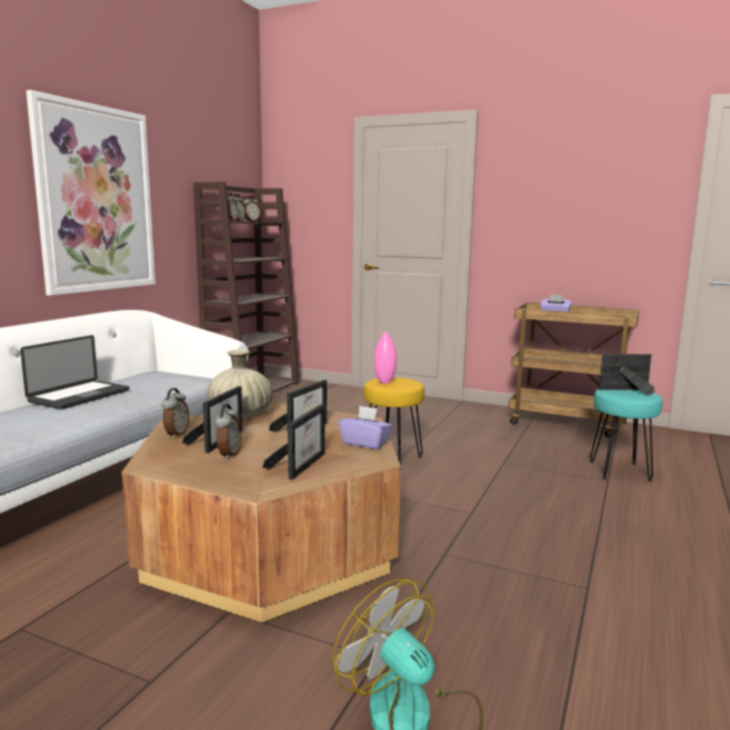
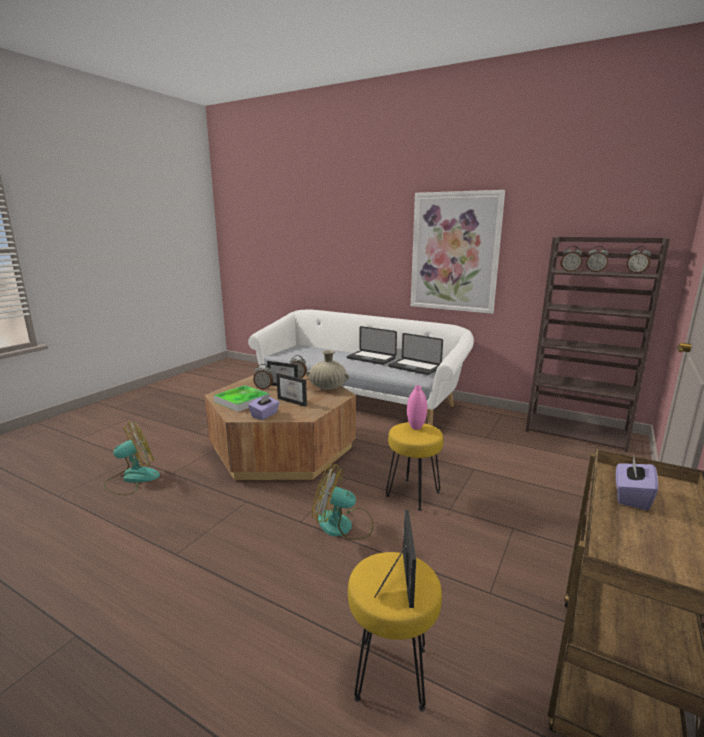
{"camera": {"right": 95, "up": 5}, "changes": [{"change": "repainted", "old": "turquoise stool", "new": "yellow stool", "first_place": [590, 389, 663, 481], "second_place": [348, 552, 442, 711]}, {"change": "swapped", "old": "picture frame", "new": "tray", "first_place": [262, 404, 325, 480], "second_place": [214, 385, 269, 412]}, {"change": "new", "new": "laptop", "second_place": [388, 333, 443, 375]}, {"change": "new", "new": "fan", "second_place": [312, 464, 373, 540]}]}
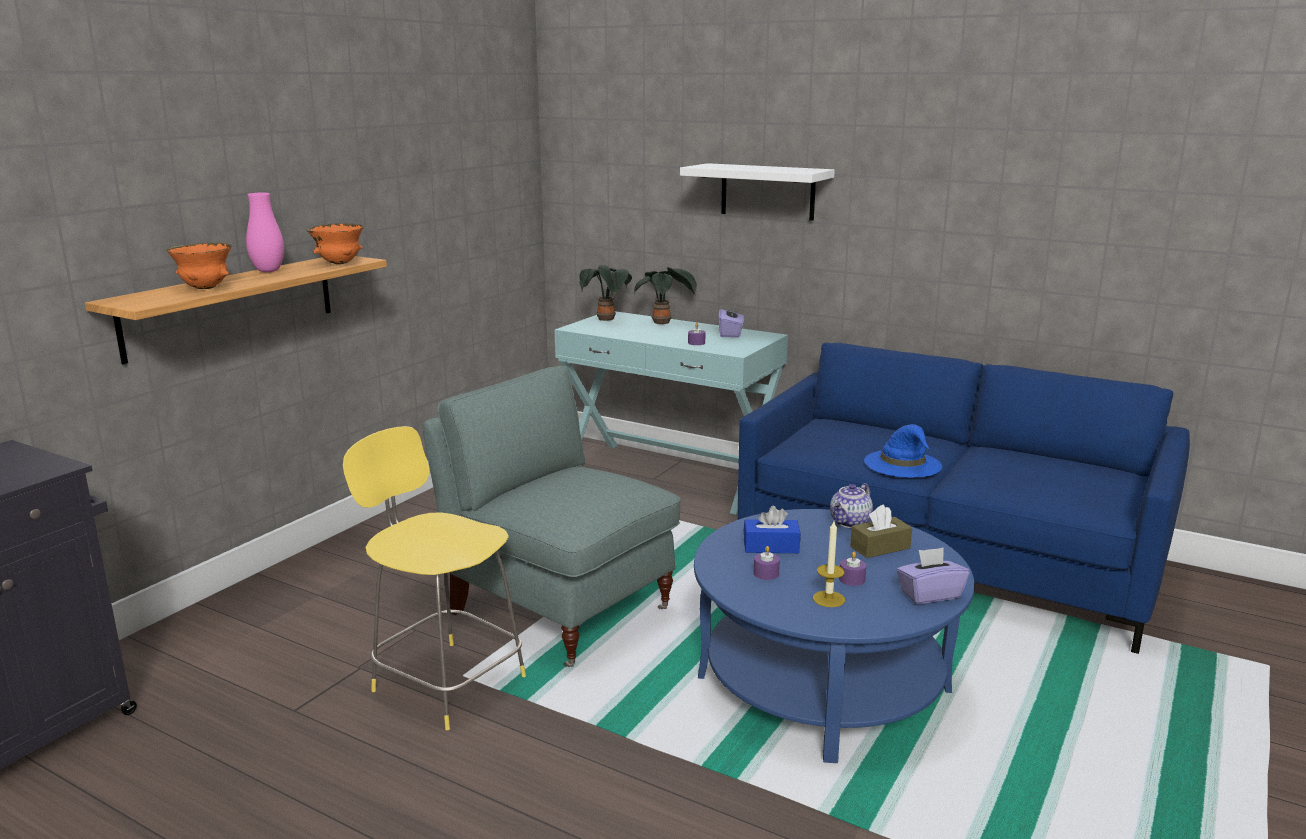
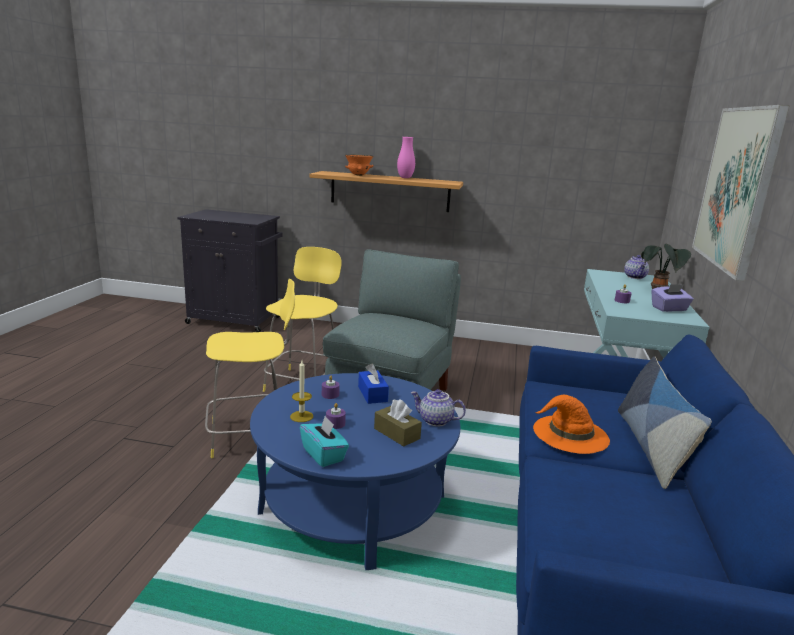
{"camera": {"right": 70, "up": 0}, "changes": [{"change": "swapped", "old": "white shelf", "new": "picture", "first_place": [680, 163, 835, 221], "second_place": [692, 105, 790, 281]}, {"change": "gone", "old": "orange bowl", "first_place": [307, 223, 364, 264]}, {"change": "swapped", "old": "potted plant", "new": "teapot", "first_place": [579, 265, 632, 321], "second_place": [624, 255, 649, 279]}, {"change": "repainted", "old": "blue hat", "new": "orange hat", "first_place": [864, 424, 942, 478], "second_place": [533, 395, 610, 454]}, {"change": "repainted", "old": "purple tissue box", "new": "turquoise tissue box", "first_place": [896, 547, 970, 604], "second_place": [300, 416, 349, 467]}, {"change": "new", "new": "yellow stool", "second_place": [205, 279, 295, 458]}, {"change": "new", "new": "pillow", "second_place": [618, 356, 711, 489]}]}
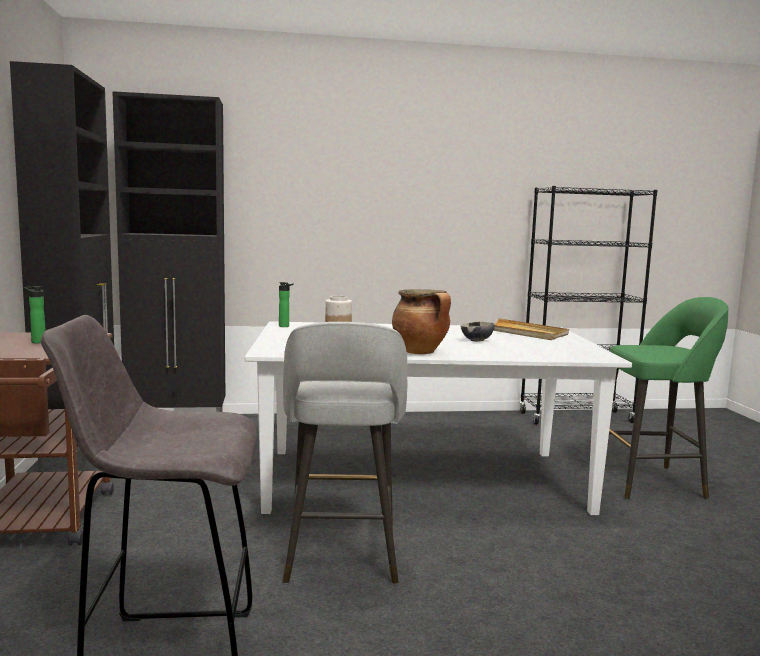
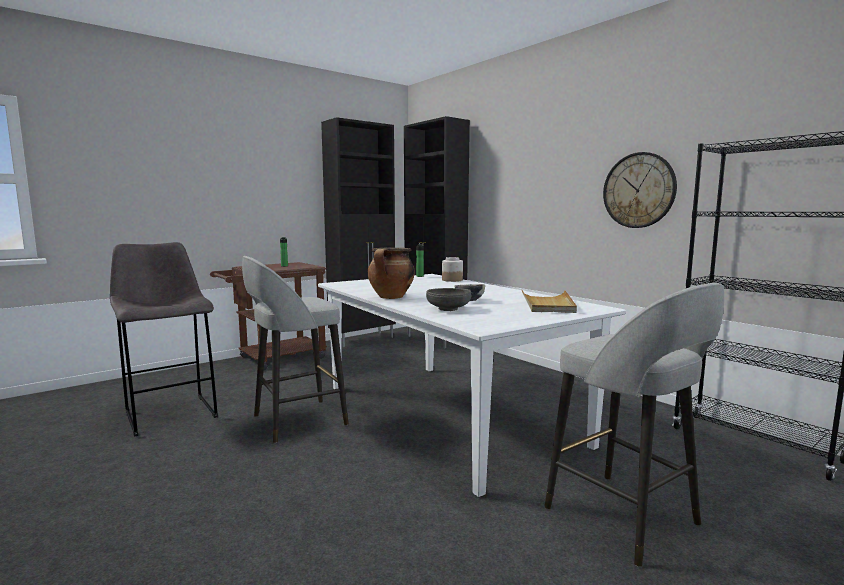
{"camera": {"right": 60, "up": 0}, "changes": [{"change": "repainted", "old": "green stool", "new": "grey stool", "first_place": [609, 297, 728, 499], "second_place": [544, 283, 724, 567]}, {"change": "new", "new": "wall clock", "second_place": [603, 152, 677, 228]}, {"change": "new", "new": "grey bowl", "second_place": [426, 288, 471, 311]}]}
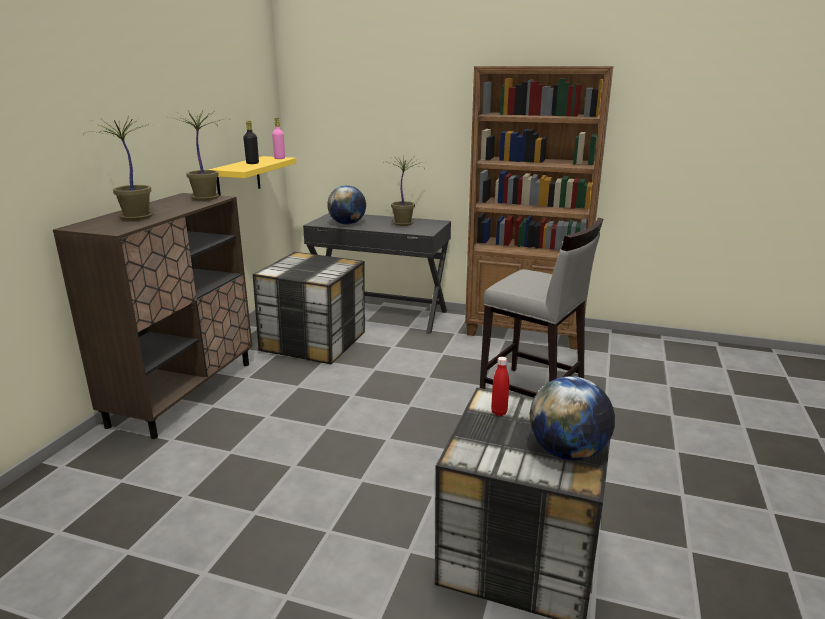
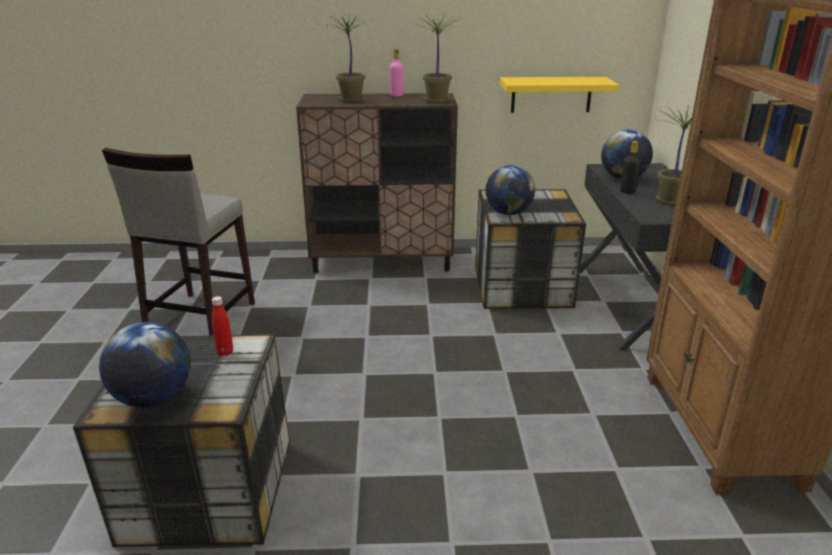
{"camera": {"right": 70, "up": 5}, "changes": [{"change": "shifted", "old": "pink bottle", "first_place": [272, 118, 285, 159], "second_place": [389, 49, 404, 97]}, {"change": "shifted", "old": "black bottle", "first_place": [243, 121, 259, 164], "second_place": [620, 141, 641, 194]}, {"change": "shifted", "old": "grey stool", "first_place": [480, 217, 603, 398], "second_place": [102, 148, 255, 335]}, {"change": "new", "new": "globe", "second_place": [485, 165, 535, 215]}]}
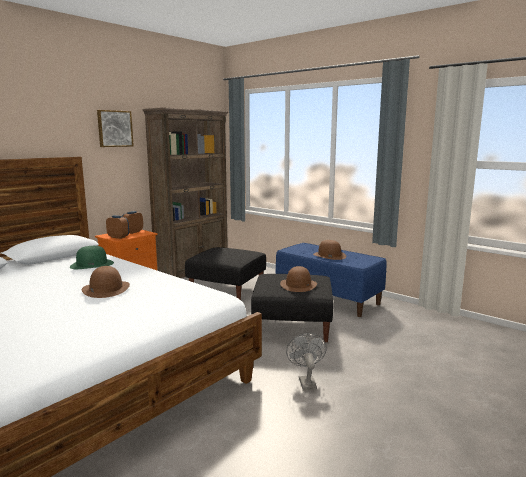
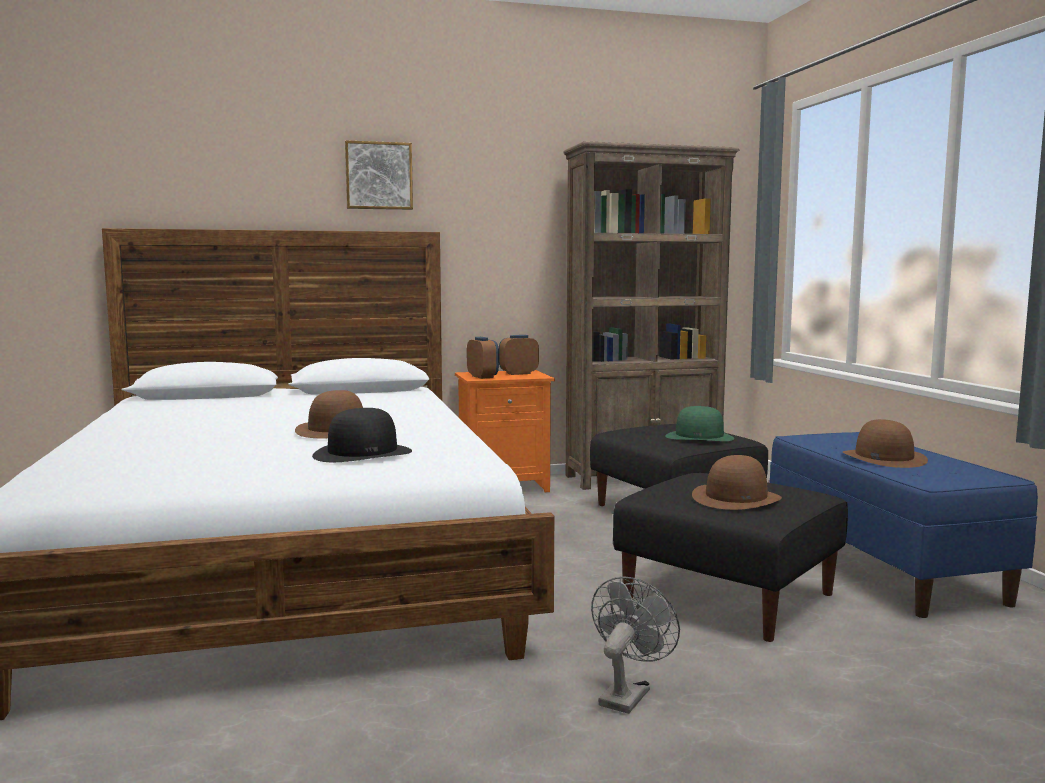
{"camera": {"right": 35, "up": -5}, "changes": [{"change": "shifted", "old": "picture", "first_place": [97, 110, 134, 147], "second_place": [345, 140, 413, 210]}, {"change": "shifted", "old": "green hat", "first_place": [70, 246, 114, 269], "second_place": [665, 406, 734, 441]}, {"change": "new", "new": "black hat", "second_place": [312, 408, 412, 462]}]}
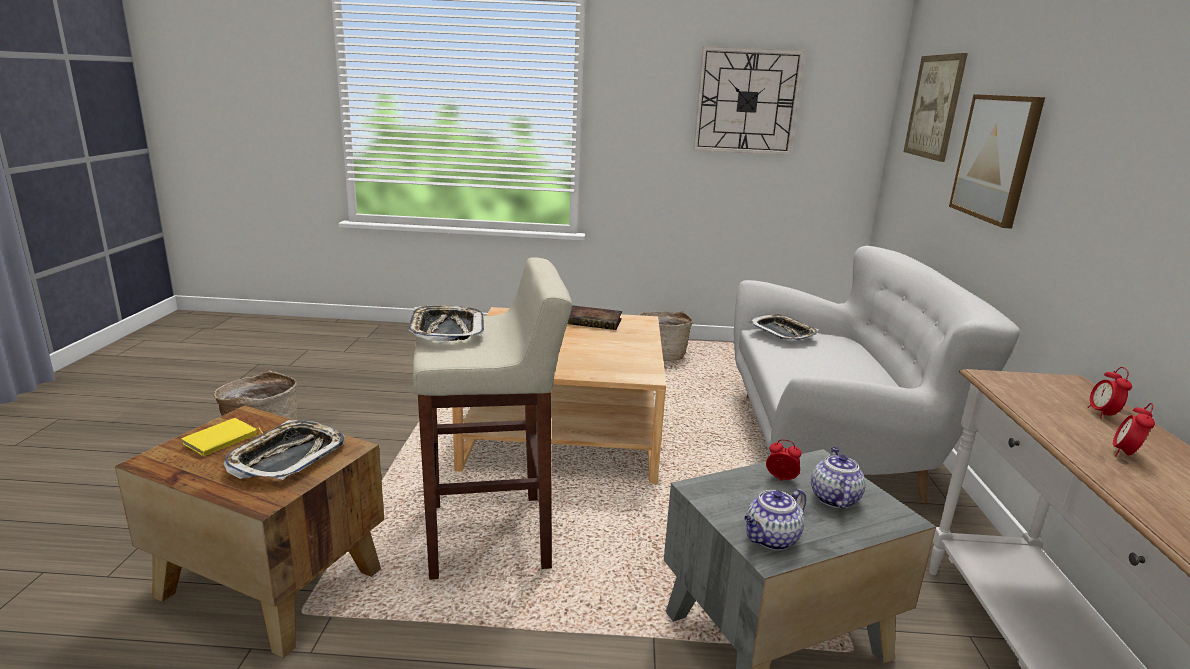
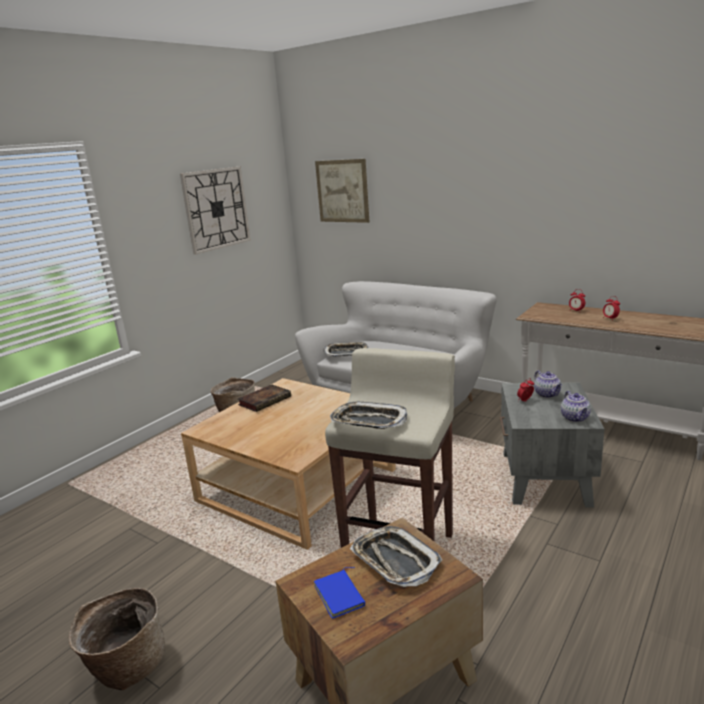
{"camera": {"right": -55, "up": 0}, "changes": [{"change": "gone", "old": "picture", "first_place": [949, 94, 1045, 229]}, {"change": "repainted", "old": "yellow book", "new": "blue book", "first_place": [182, 418, 264, 456], "second_place": [314, 567, 365, 619]}, {"change": "rotated", "old": "teapot", "first_place": [811, 447, 866, 509], "second_place": [534, 370, 562, 398], "degrees": -150}]}
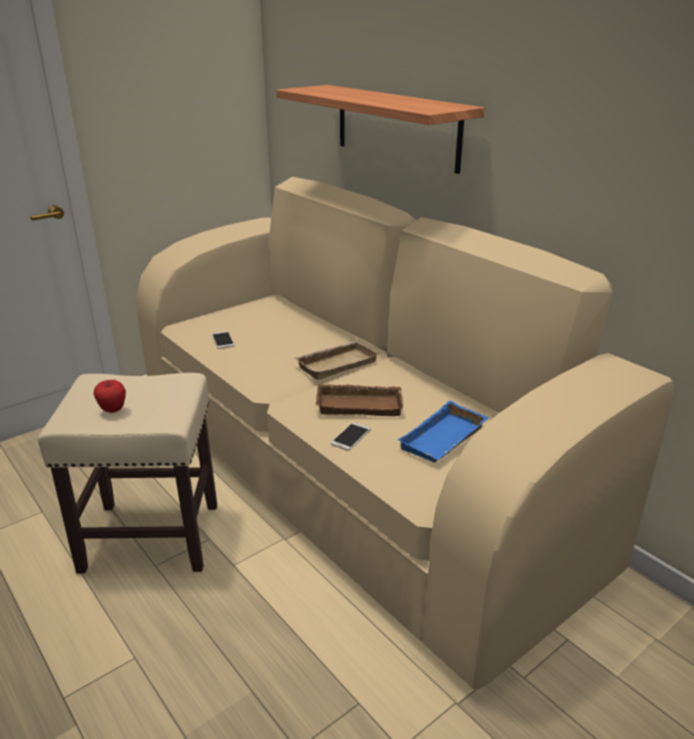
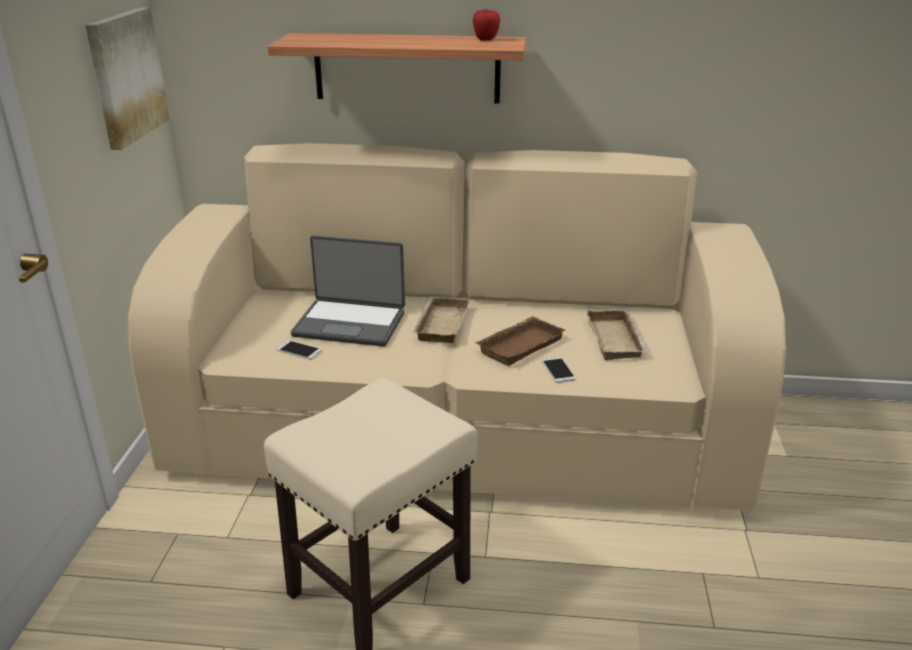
{"camera": {"right": -45, "up": 0}, "changes": [{"change": "shifted", "old": "apple", "first_place": [94, 380, 126, 413], "second_place": [473, 9, 500, 40]}, {"change": "repainted", "old": "blue tray", "new": "beige tray", "first_place": [397, 400, 489, 463], "second_place": [585, 309, 649, 360]}, {"change": "new", "new": "picture", "second_place": [85, 7, 169, 150]}, {"change": "new", "new": "laptop", "second_place": [291, 235, 405, 347]}]}
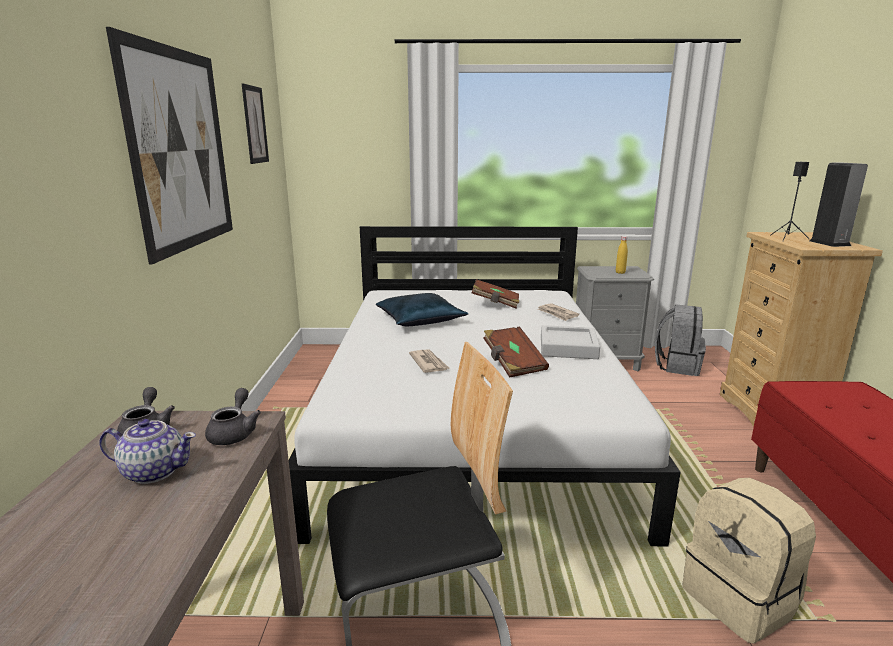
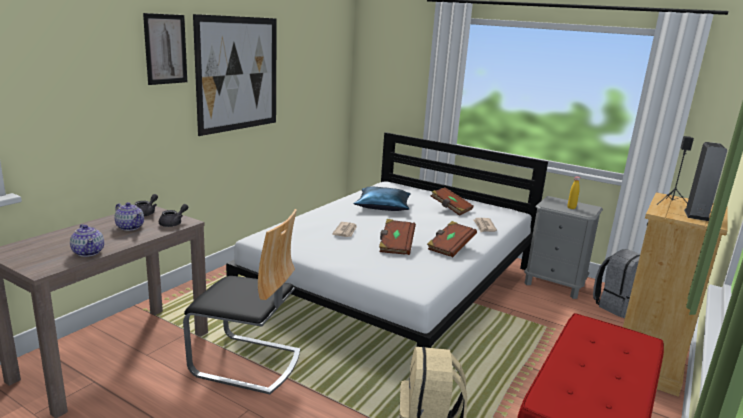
{"camera": {"right": 30, "up": 0}, "changes": [{"change": "shifted", "old": "picture", "first_place": [242, 84, 269, 164], "second_place": [143, 13, 187, 85]}, {"change": "swapped", "old": "grey tray", "new": "brown book", "first_place": [541, 325, 600, 359], "second_place": [427, 221, 477, 257]}, {"change": "new", "new": "teapot", "second_place": [70, 224, 104, 257]}]}
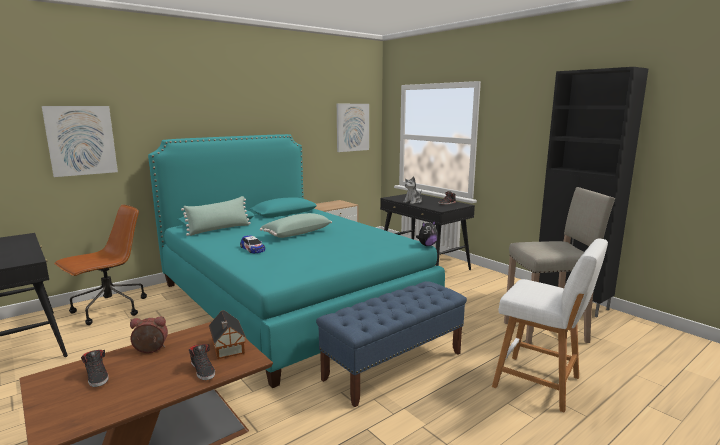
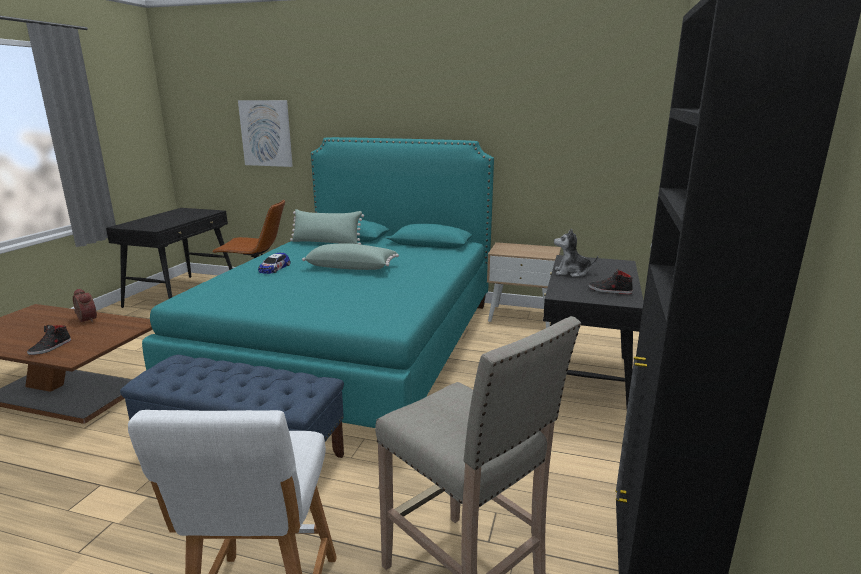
{"camera": {"right": 55, "up": 5}, "changes": [{"change": "gone", "old": "picture", "first_place": [337, 104, 369, 152]}, {"change": "gone", "old": "plush toy", "first_place": [416, 221, 438, 246]}, {"change": "gone", "old": "toy house", "first_place": [209, 310, 246, 359]}, {"change": "gone", "old": "black shoe", "first_place": [81, 350, 108, 387]}]}
